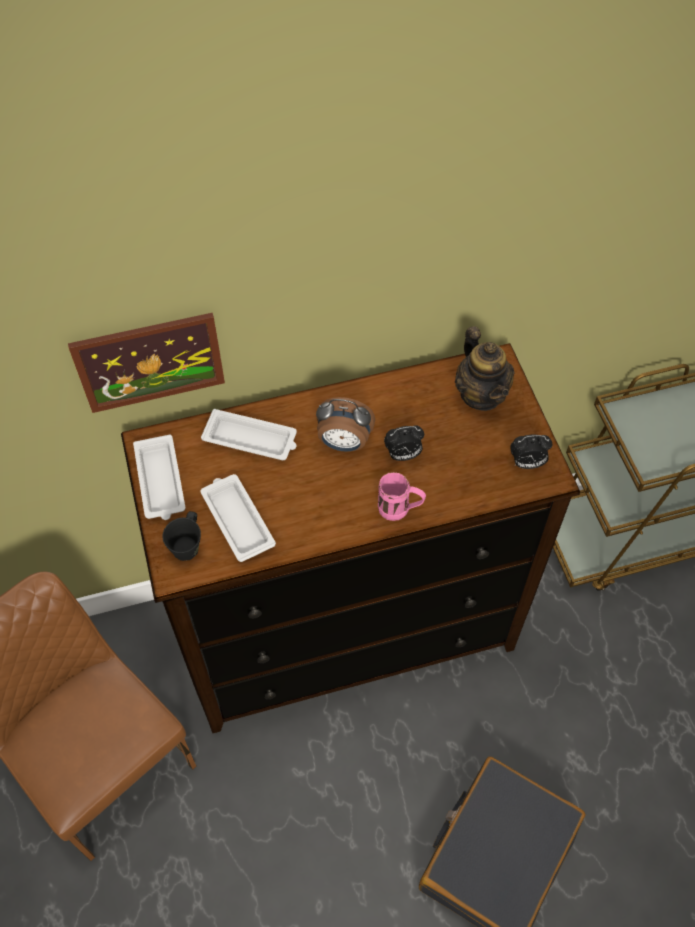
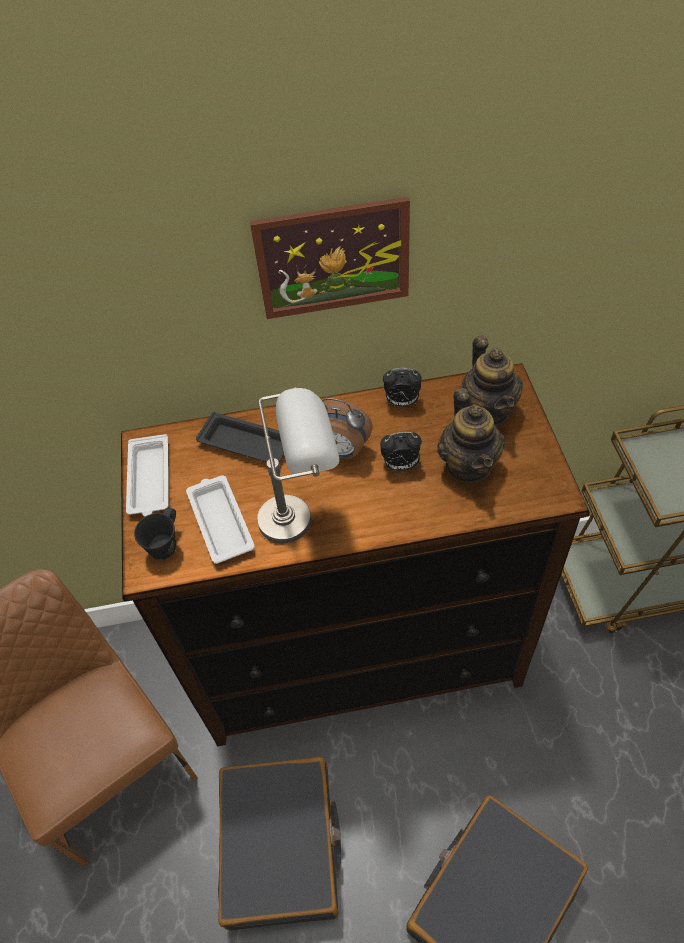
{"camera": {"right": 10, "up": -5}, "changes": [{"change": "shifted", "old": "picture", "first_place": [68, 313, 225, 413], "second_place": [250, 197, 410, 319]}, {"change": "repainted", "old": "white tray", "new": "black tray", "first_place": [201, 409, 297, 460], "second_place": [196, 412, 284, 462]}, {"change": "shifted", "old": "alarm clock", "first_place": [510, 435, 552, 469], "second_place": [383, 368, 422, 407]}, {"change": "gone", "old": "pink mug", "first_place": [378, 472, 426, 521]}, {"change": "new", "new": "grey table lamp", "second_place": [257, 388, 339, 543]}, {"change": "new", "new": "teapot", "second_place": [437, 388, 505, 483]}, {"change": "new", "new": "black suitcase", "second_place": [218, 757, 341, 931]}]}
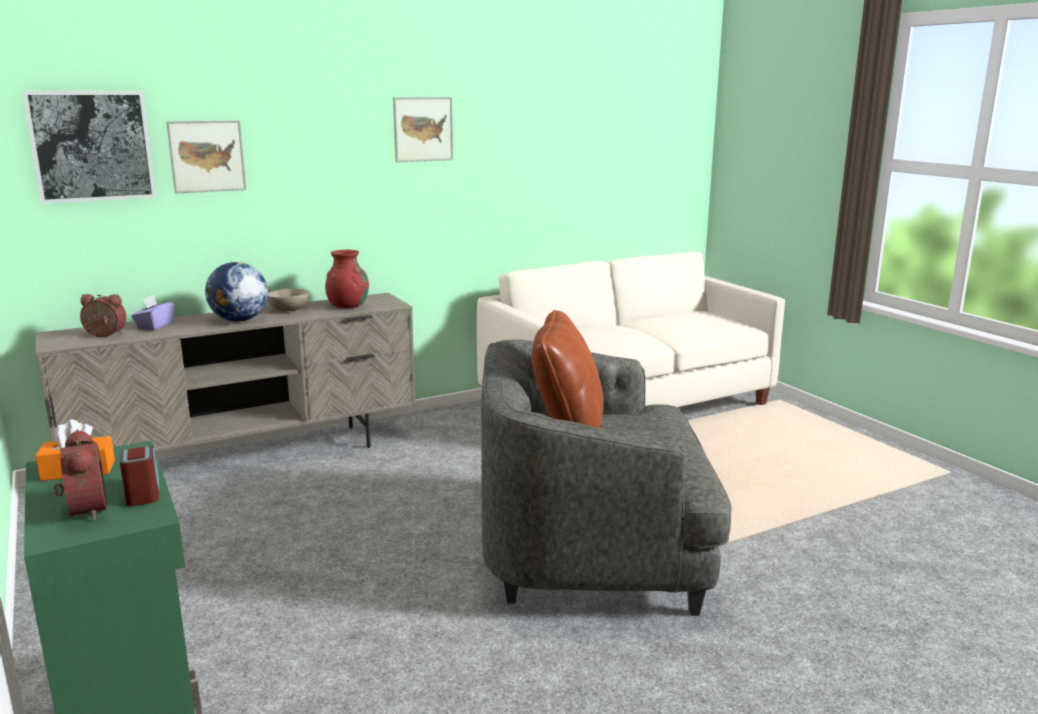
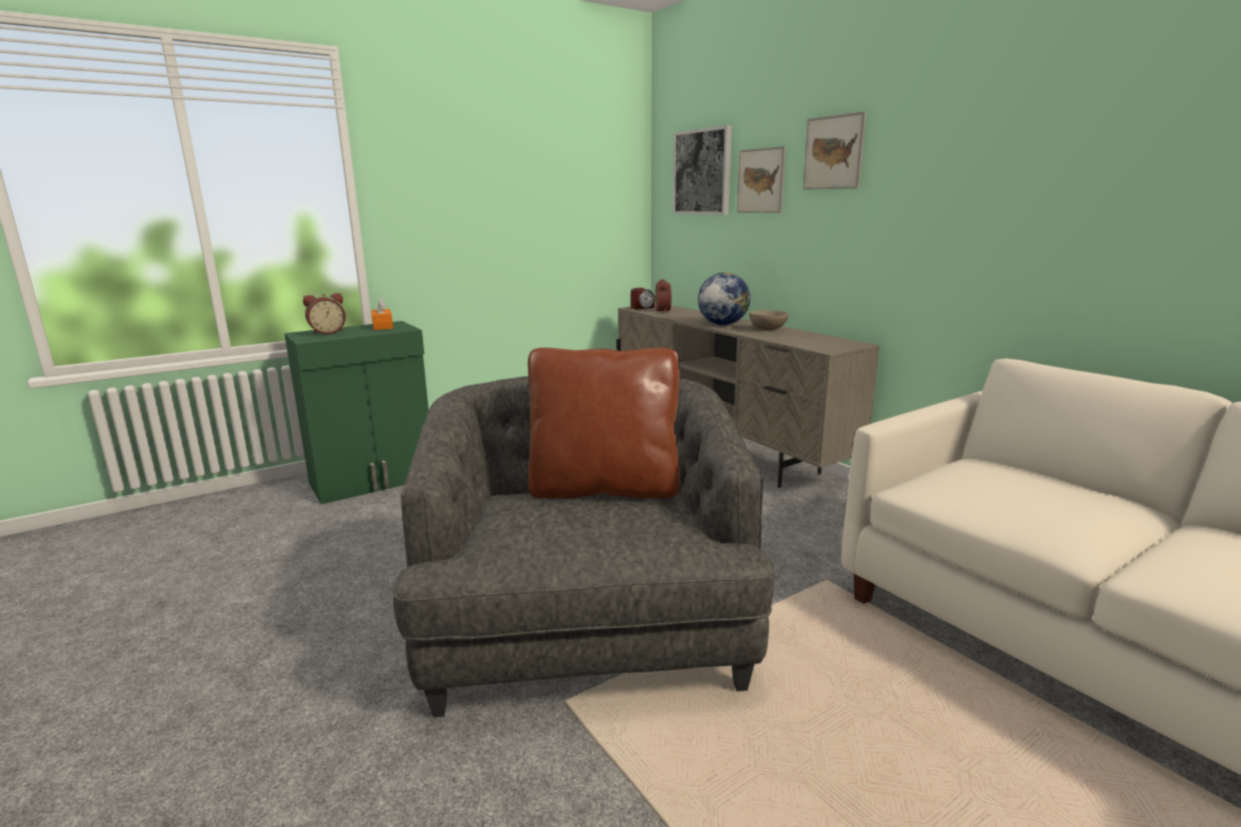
{"camera": {"right": 85, "up": 0}, "changes": [{"change": "shifted", "old": "picture", "first_place": [393, 97, 453, 162], "second_place": [803, 111, 867, 190]}, {"change": "gone", "old": "red vase", "first_place": [325, 250, 369, 308]}, {"change": "gone", "old": "purple tissue box", "first_place": [132, 295, 175, 330]}, {"change": "shifted", "old": "alarm clock", "first_place": [119, 446, 159, 506], "second_place": [631, 288, 655, 309]}]}
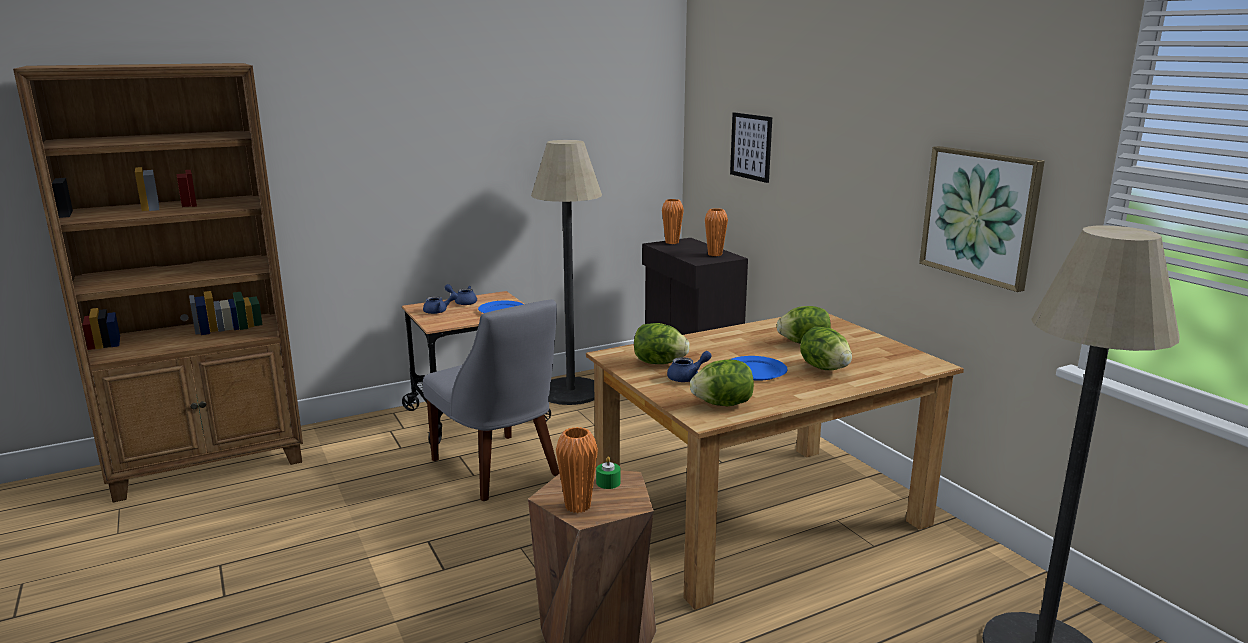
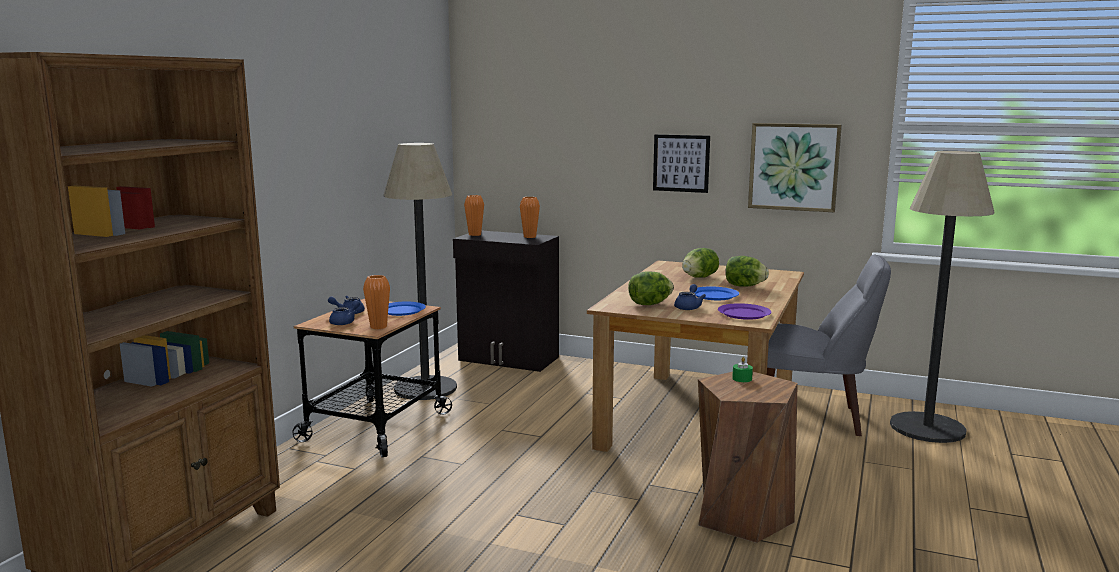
{"camera": {"right": -40, "up": -5}, "changes": [{"change": "shifted", "old": "picture", "first_place": [730, 112, 772, 183], "second_place": [653, 134, 710, 193]}, {"change": "shifted", "old": "grey chair", "first_place": [423, 299, 560, 501], "second_place": [767, 254, 891, 436]}, {"change": "swapped", "old": "lettuce", "new": "purple plate", "first_place": [690, 359, 754, 406], "second_place": [718, 303, 772, 320]}, {"change": "shifted", "old": "orange vase", "first_place": [556, 427, 598, 513], "second_place": [363, 275, 390, 329]}]}
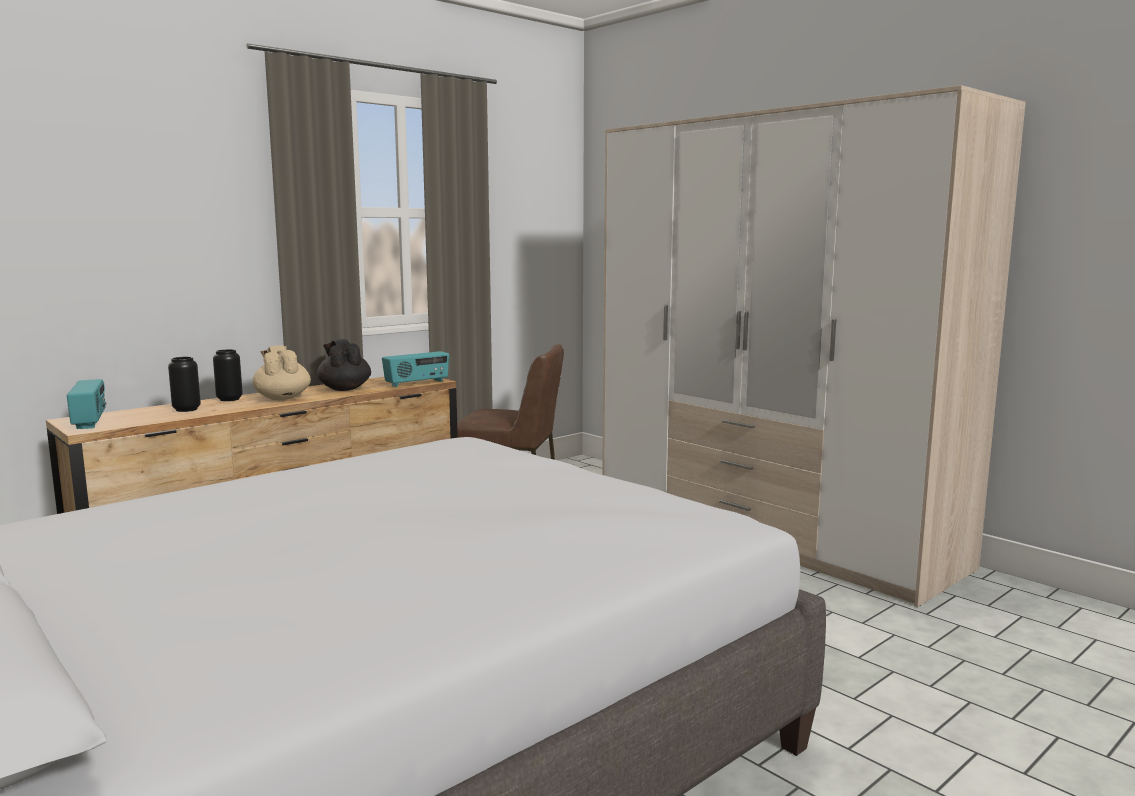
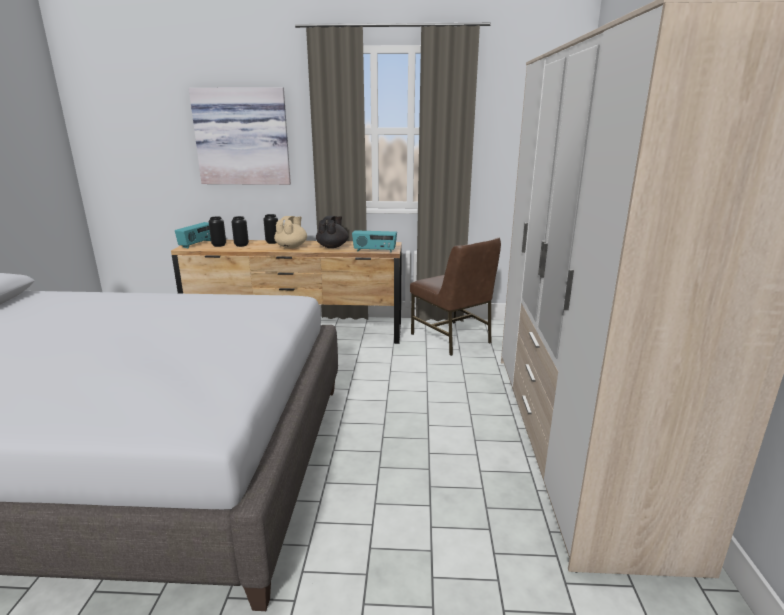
{"camera": {"right": 45, "up": 10}, "changes": [{"change": "new", "new": "picture", "second_place": [189, 87, 291, 185]}, {"change": "new", "new": "black vase", "second_place": [209, 216, 226, 247]}]}
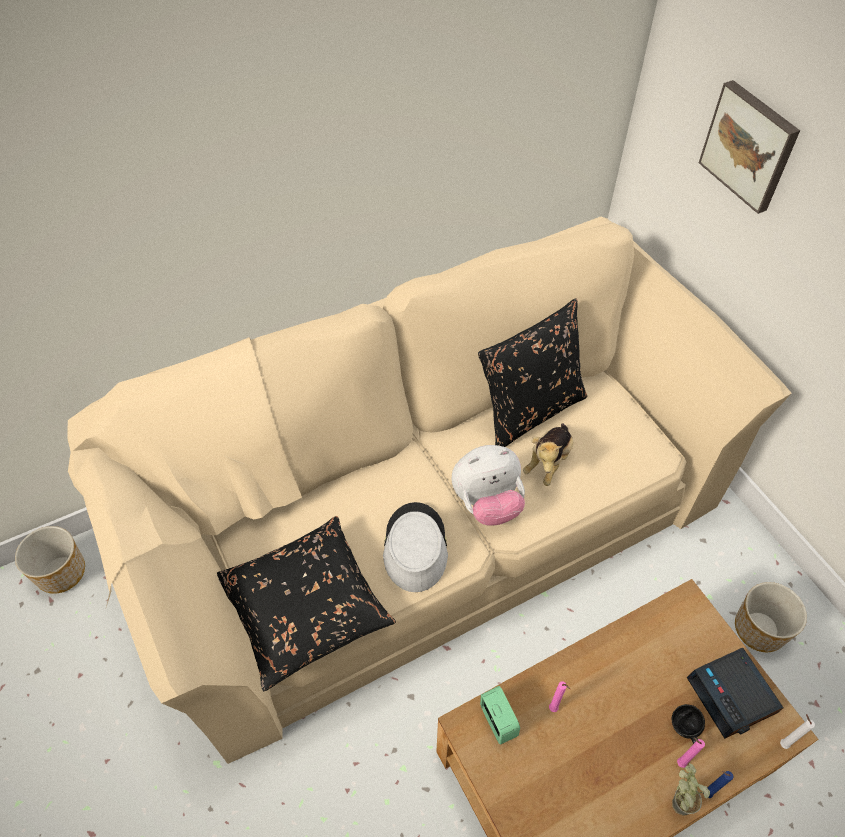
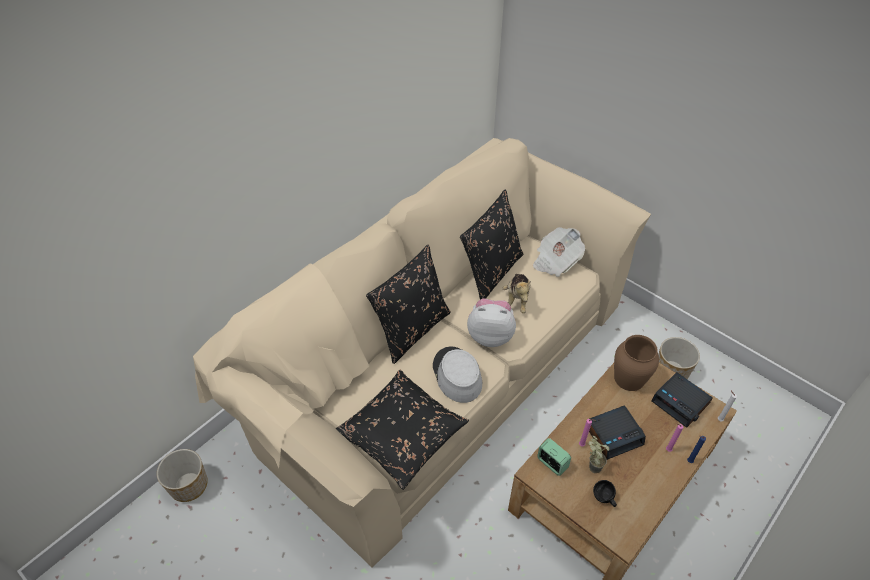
{"camera": {"right": -20, "up": -5}, "changes": [{"change": "gone", "old": "picture", "first_place": [699, 80, 800, 214]}, {"change": "rotated", "old": "plush toy", "first_place": [452, 445, 525, 526], "second_place": [467, 298, 516, 347], "degrees": -135}, {"change": "shifted", "old": "black mug", "first_place": [672, 704, 705, 744], "second_place": [593, 480, 617, 507]}, {"change": "shifted", "old": "potted plant", "first_place": [672, 763, 710, 816], "second_place": [588, 436, 609, 473]}, {"change": "new", "new": "newspaper", "second_place": [533, 227, 585, 277]}, {"change": "new", "new": "black pillow", "second_place": [366, 244, 451, 364]}, {"change": "new", "new": "brown vase", "second_place": [614, 335, 659, 391]}, {"change": "new", "new": "alarm clock", "second_place": [586, 405, 646, 460]}]}
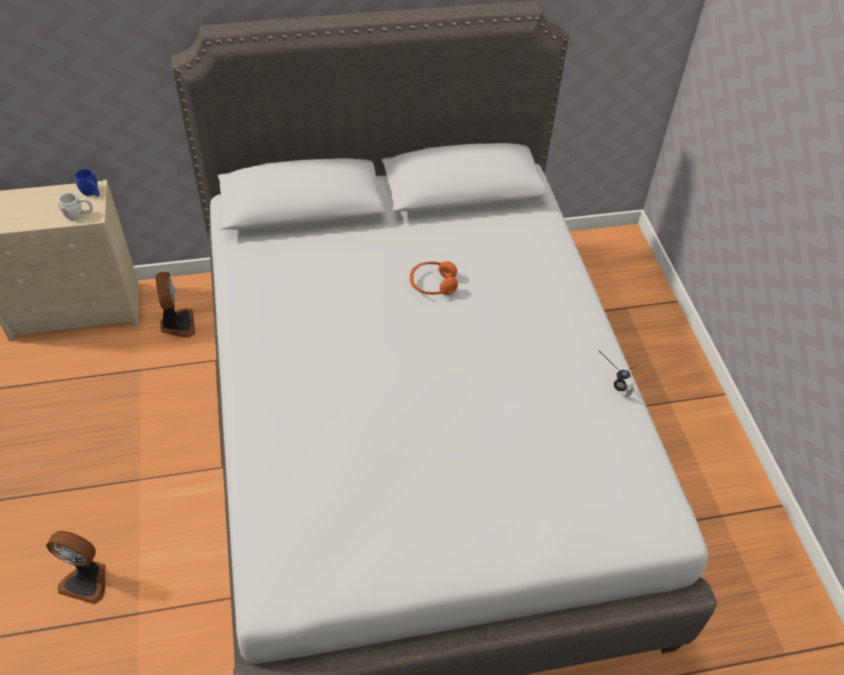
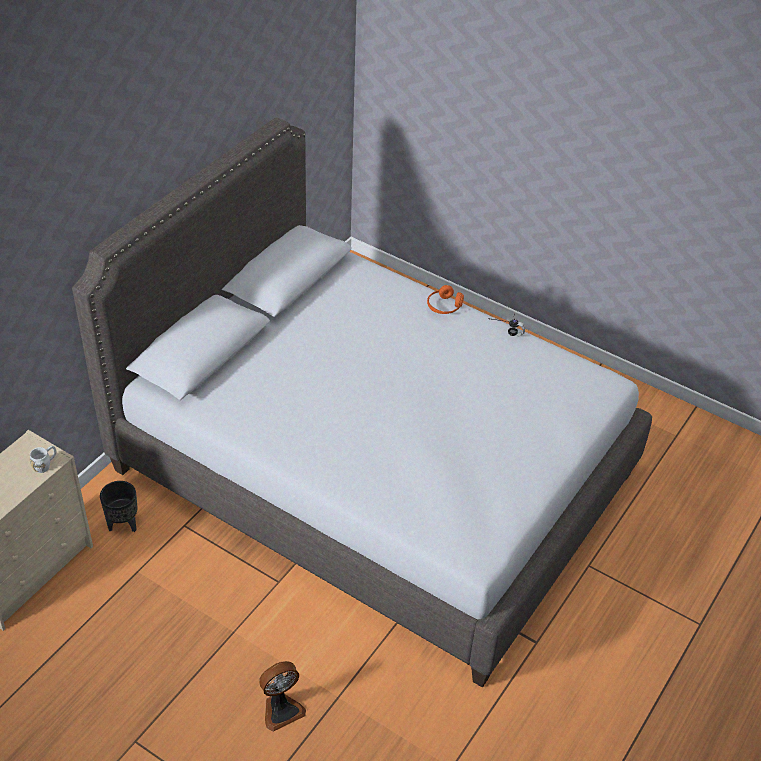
{"camera": {"right": -45, "up": -5}, "changes": [{"change": "gone", "old": "blue mug", "first_place": [75, 168, 100, 197]}, {"change": "shifted", "old": "orange headphones", "first_place": [410, 261, 458, 295], "second_place": [427, 285, 464, 314]}, {"change": "swapped", "old": "fan", "new": "black planter", "first_place": [156, 272, 195, 338], "second_place": [100, 481, 138, 532]}]}
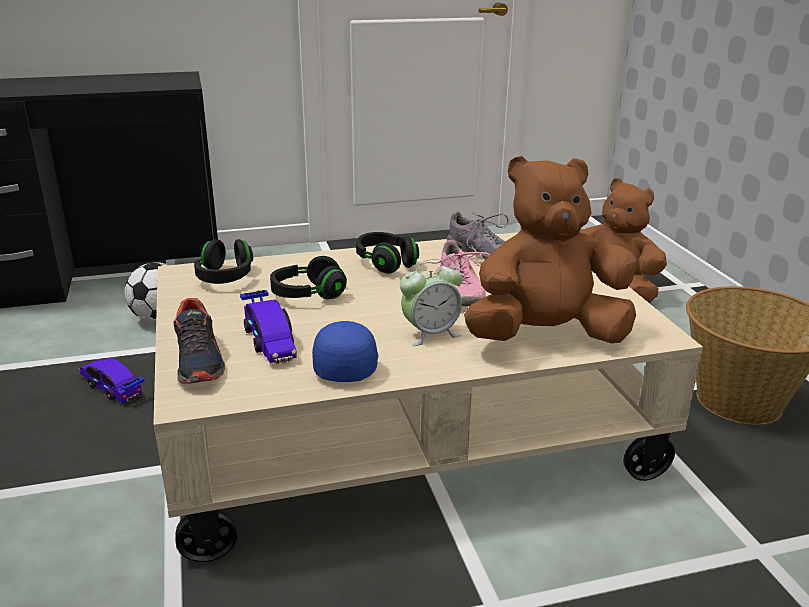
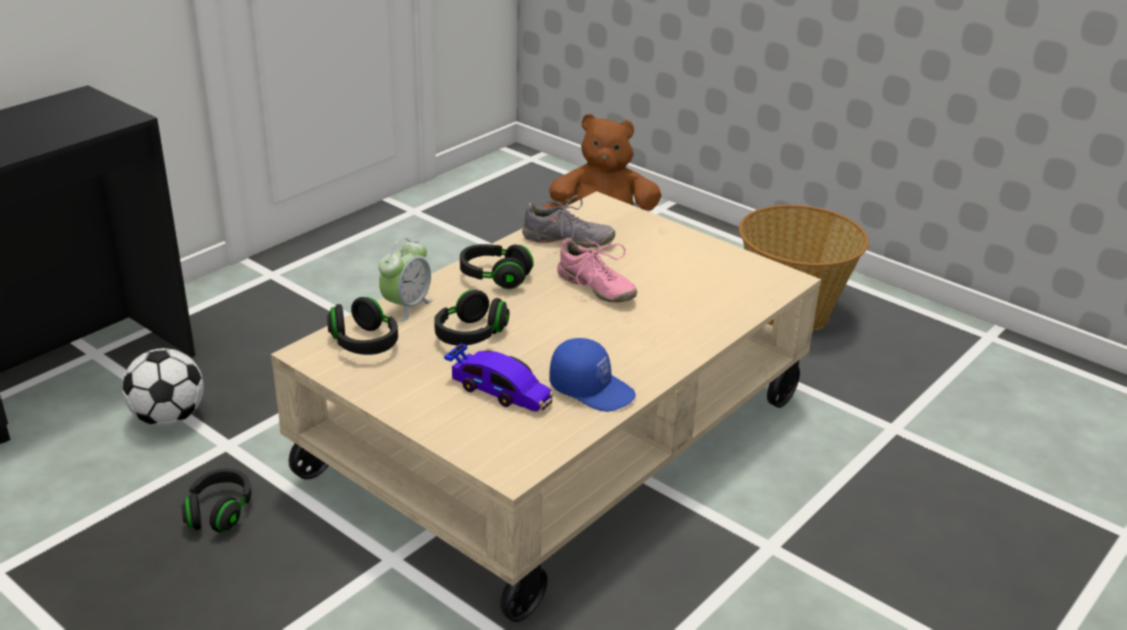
{"camera": {"right": -35, "up": 5}, "changes": [{"change": "gone", "old": "brown plush toy", "first_place": [464, 156, 637, 343]}, {"change": "shifted", "old": "alarm clock", "first_place": [400, 259, 462, 346], "second_place": [379, 238, 433, 322]}, {"change": "gone", "old": "shoe", "first_place": [173, 298, 225, 384]}, {"change": "rotated", "old": "blue cap", "first_place": [312, 321, 378, 382], "second_place": [550, 338, 636, 412], "degrees": 150}, {"change": "swapped", "old": "toy car", "new": "black headphones", "first_place": [79, 358, 144, 404], "second_place": [181, 468, 252, 532]}]}
